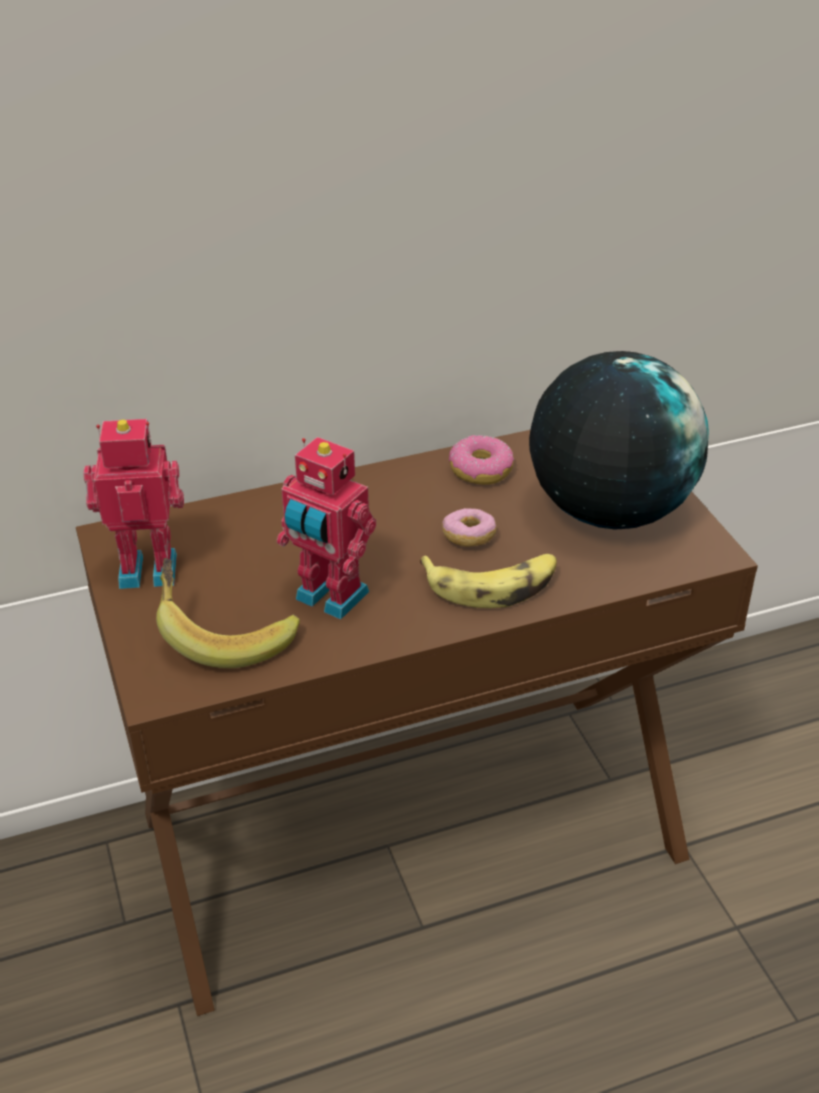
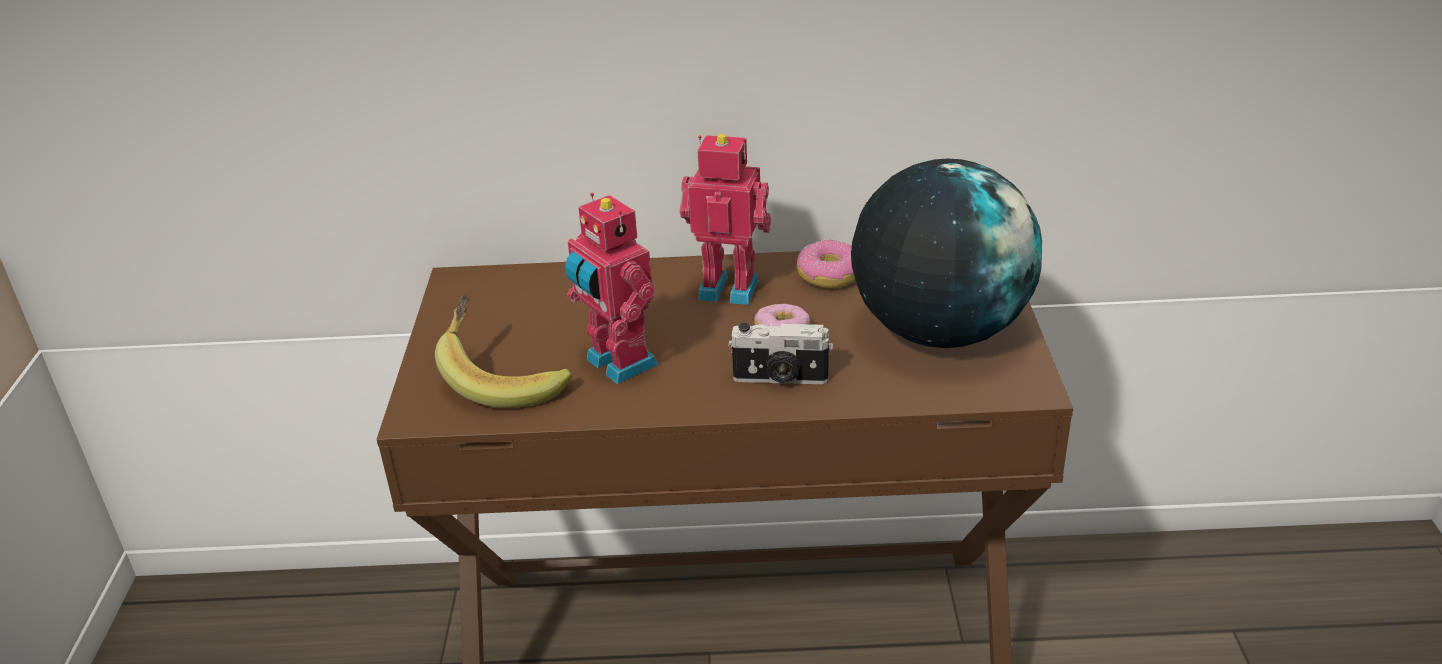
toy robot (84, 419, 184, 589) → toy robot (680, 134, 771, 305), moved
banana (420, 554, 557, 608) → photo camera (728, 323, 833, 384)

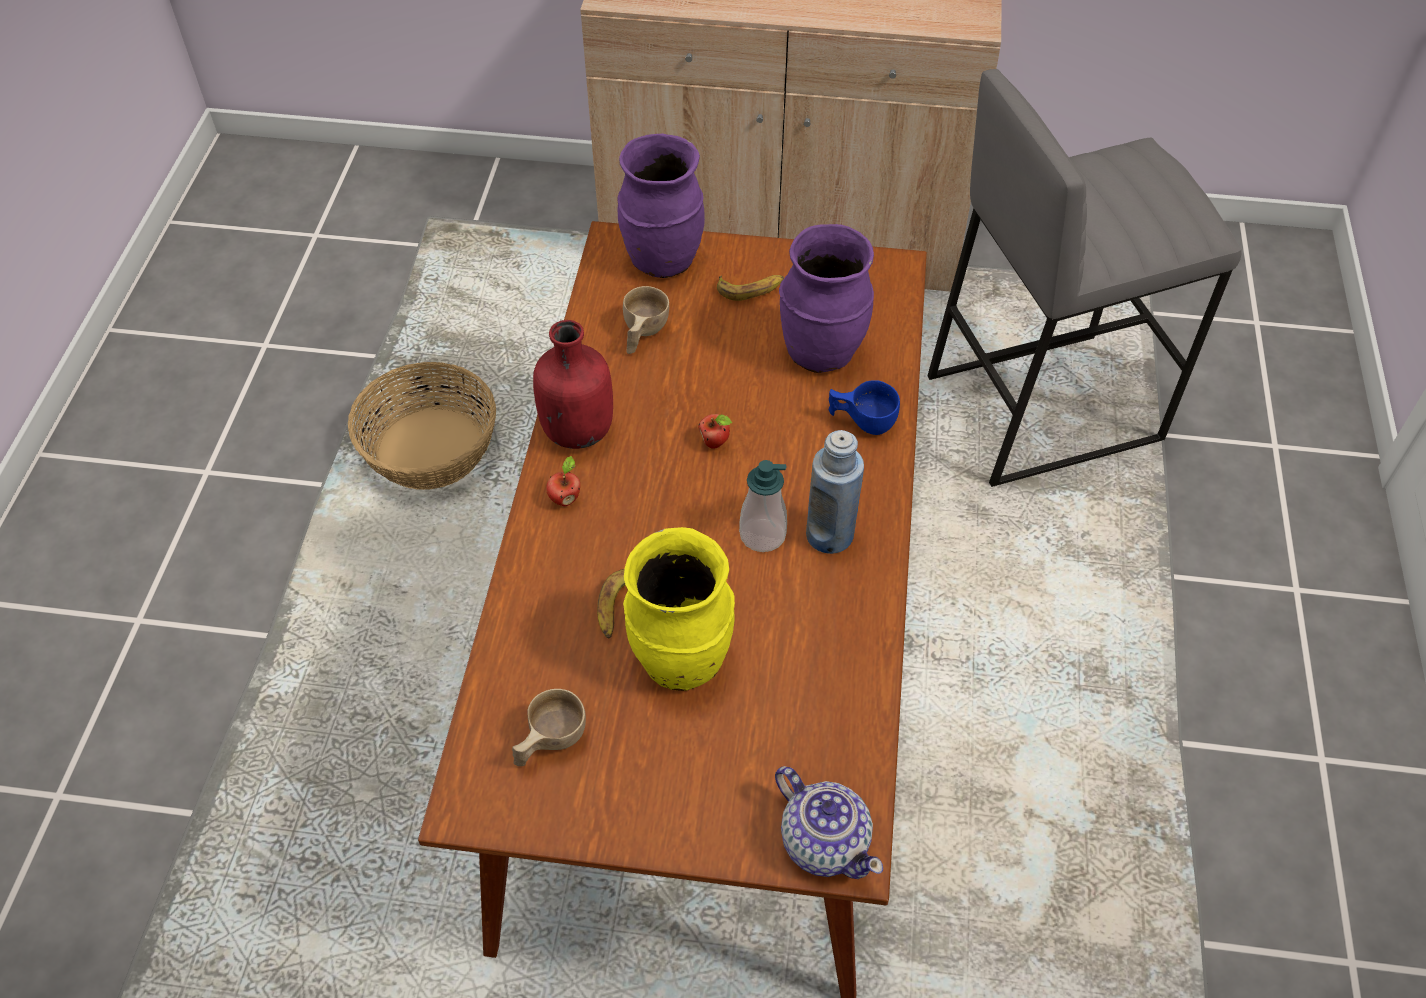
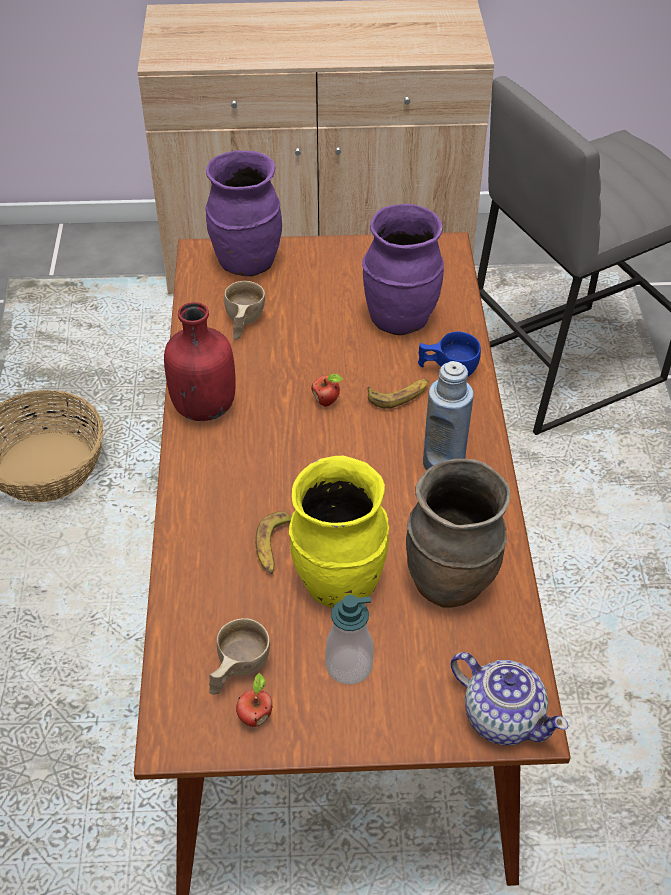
banana (717, 275, 784, 301) → banana (367, 379, 429, 409), moved
apple (546, 456, 580, 506) → apple (236, 672, 273, 727), moved
soap dispenser (739, 460, 787, 552) → soap dispenser (325, 595, 373, 685), moved
- → brown vase (406, 459, 511, 608)

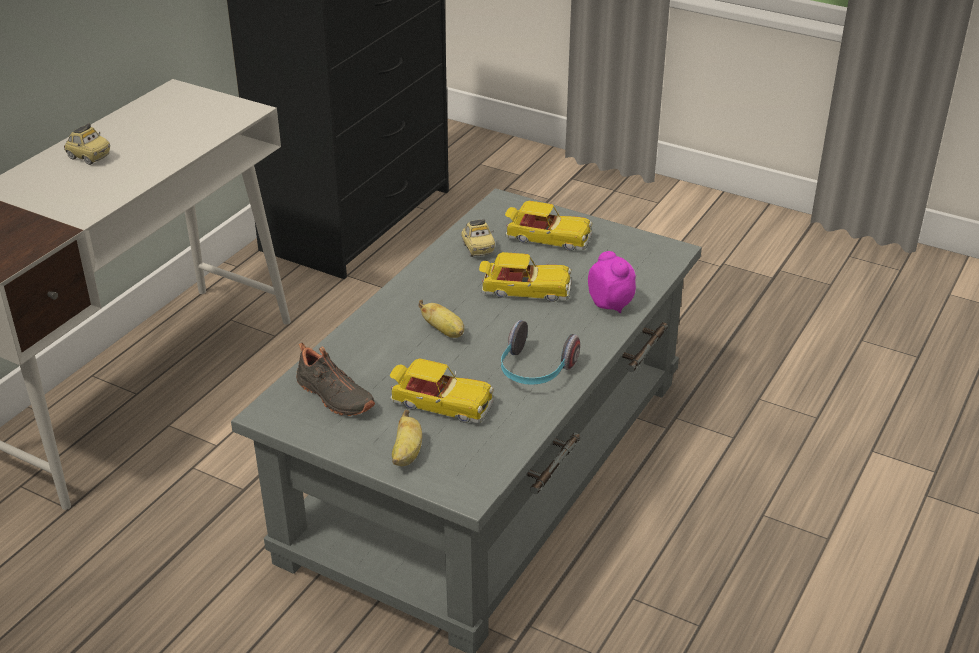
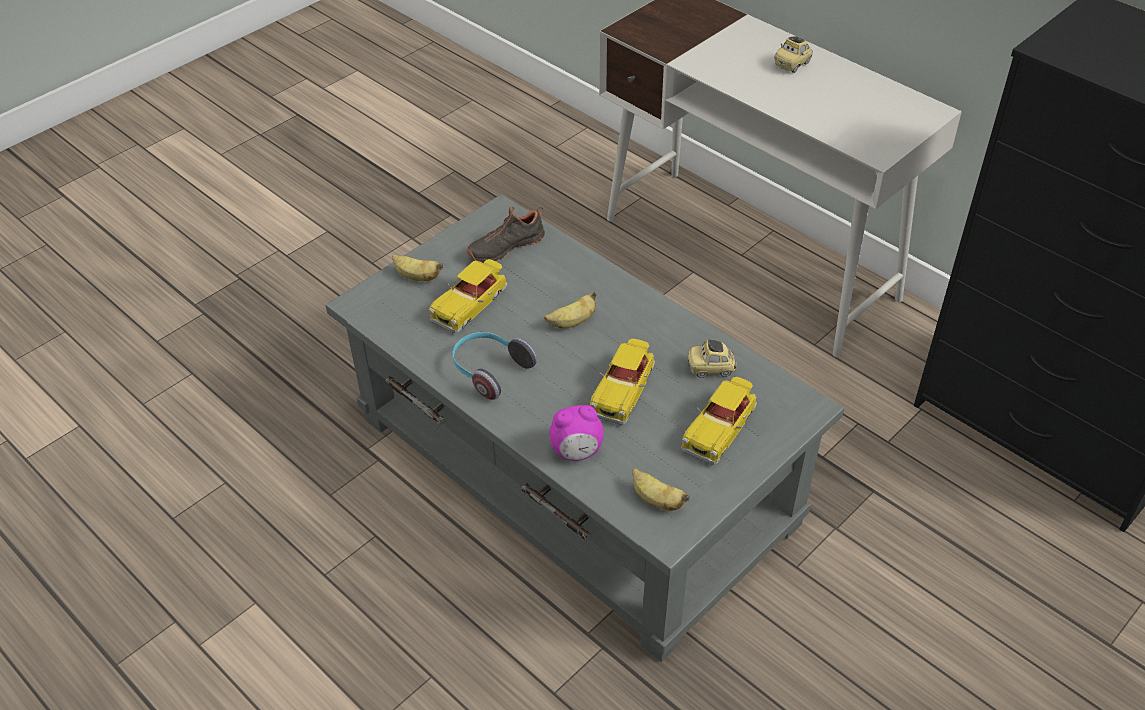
- → banana (632, 468, 690, 510)

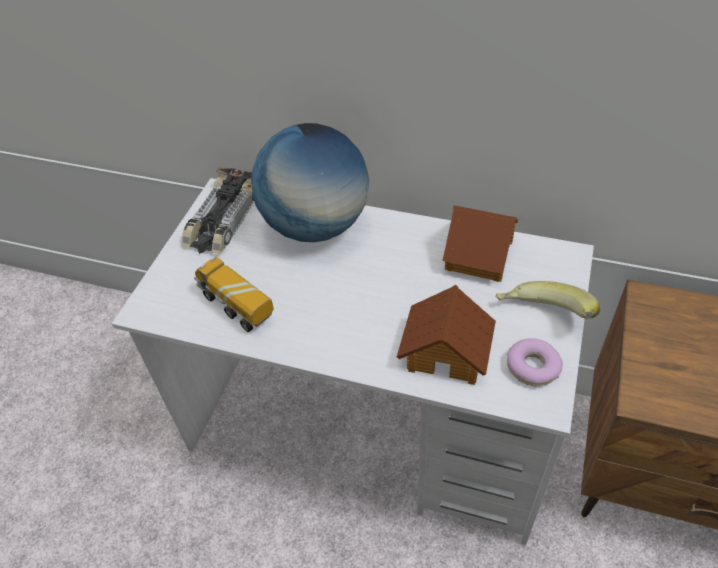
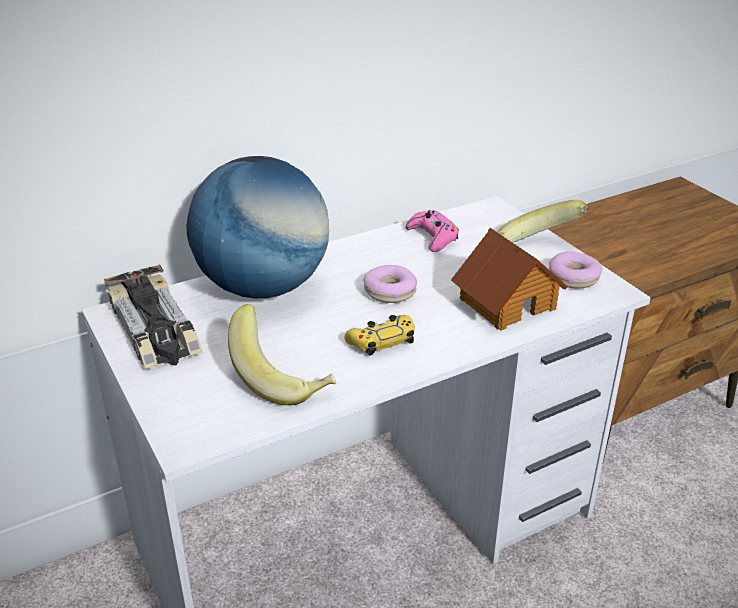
toy house (442, 205, 518, 282) → pink game controller (406, 210, 459, 252)
toy truck (194, 256, 274, 332) → banana (228, 304, 336, 405)
- → donut (363, 265, 417, 303)
- → yellow game controller (344, 315, 415, 355)

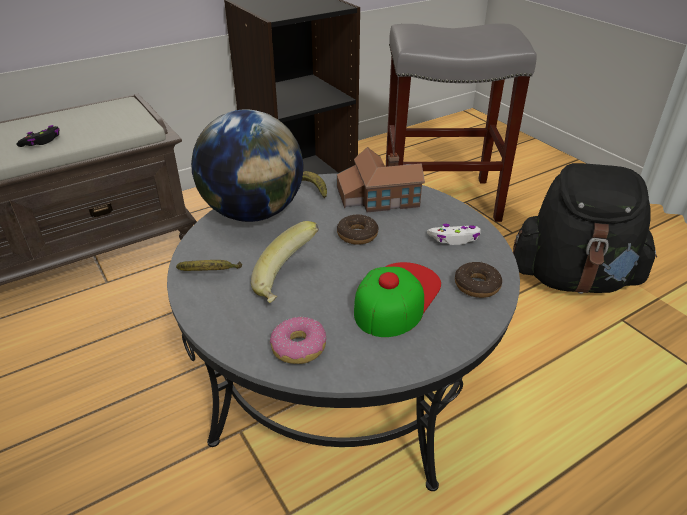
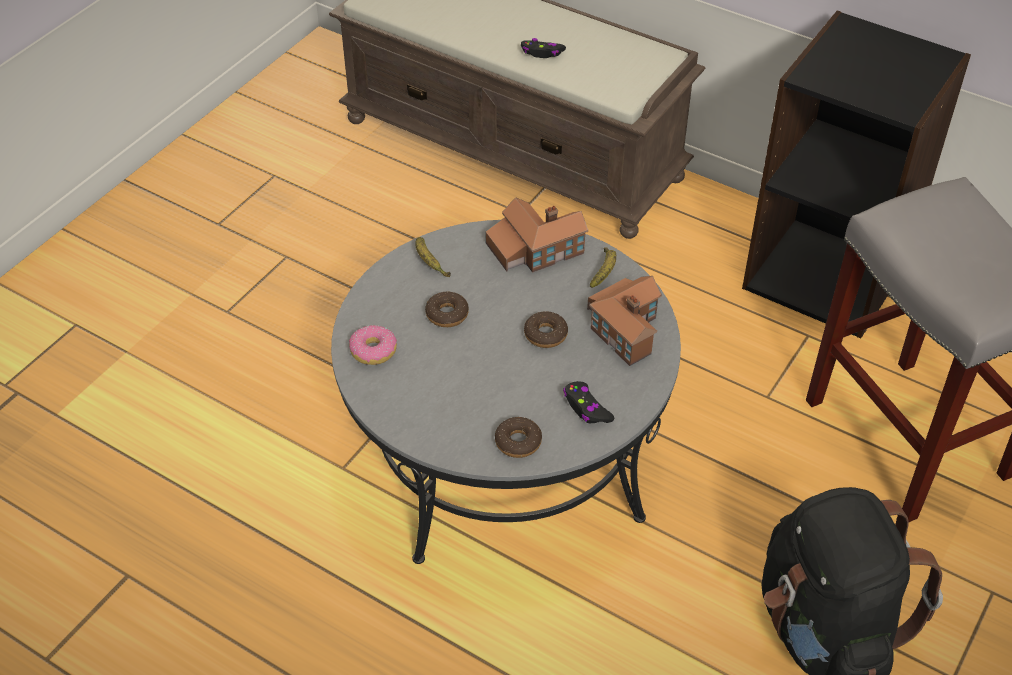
globe (191, 109, 304, 222) → toy house (485, 197, 588, 273)
banana (251, 221, 319, 303) → donut (425, 292, 469, 327)
white game controller (427, 224, 481, 245) → black game controller (563, 381, 614, 423)
cap (354, 262, 441, 337) → -

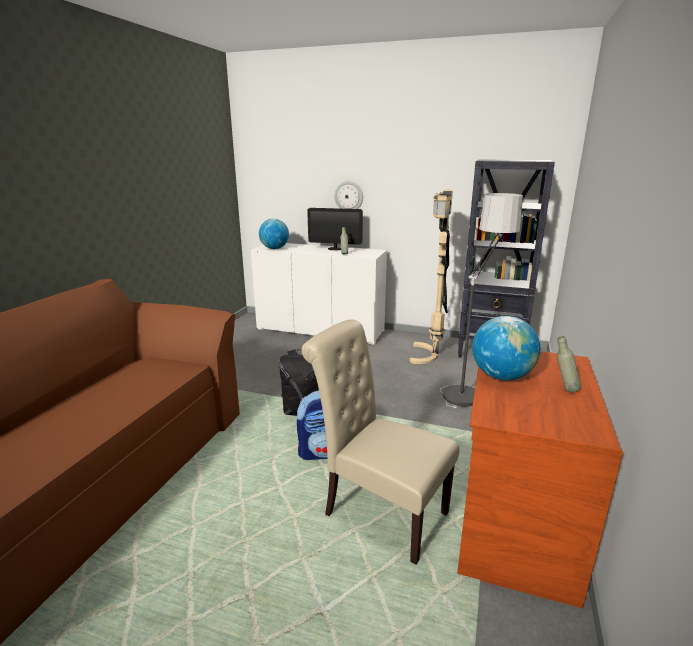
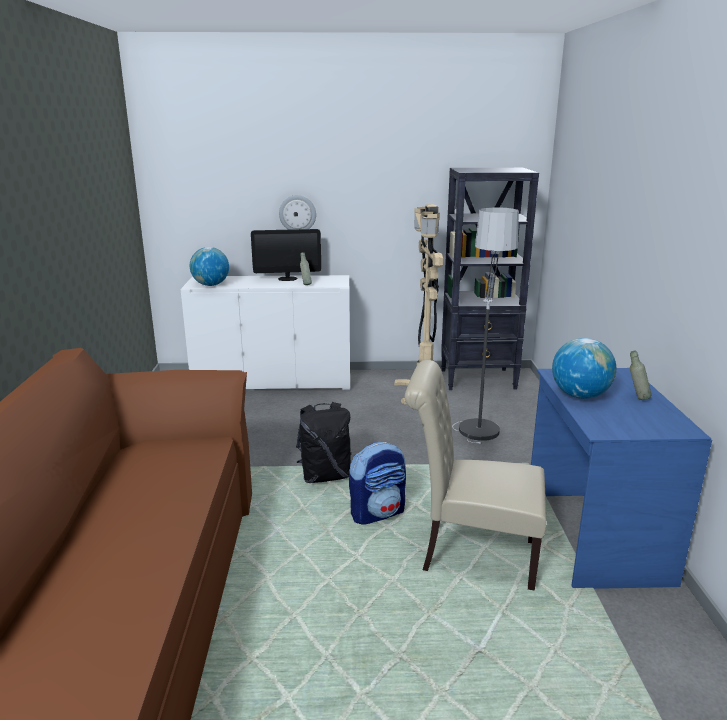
brown desk (457, 351, 623, 608) → blue desk (531, 368, 712, 589)

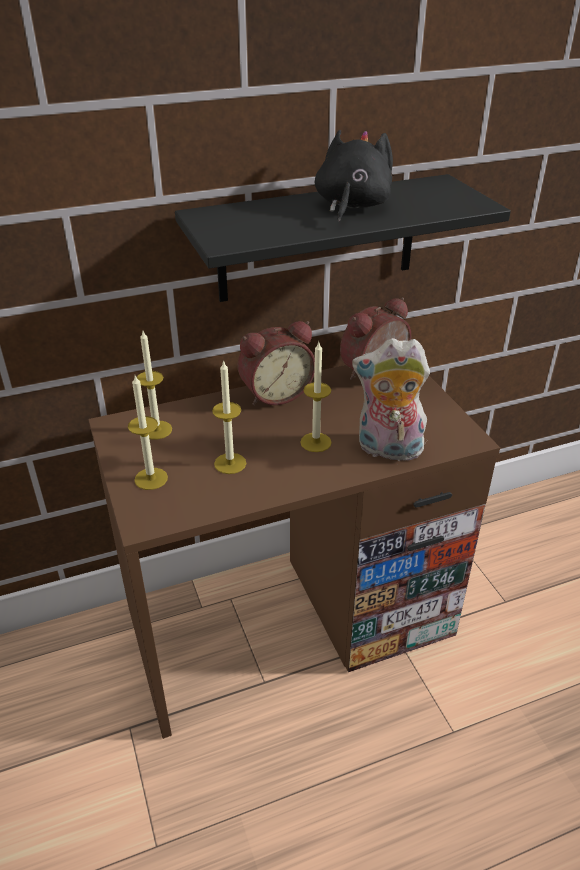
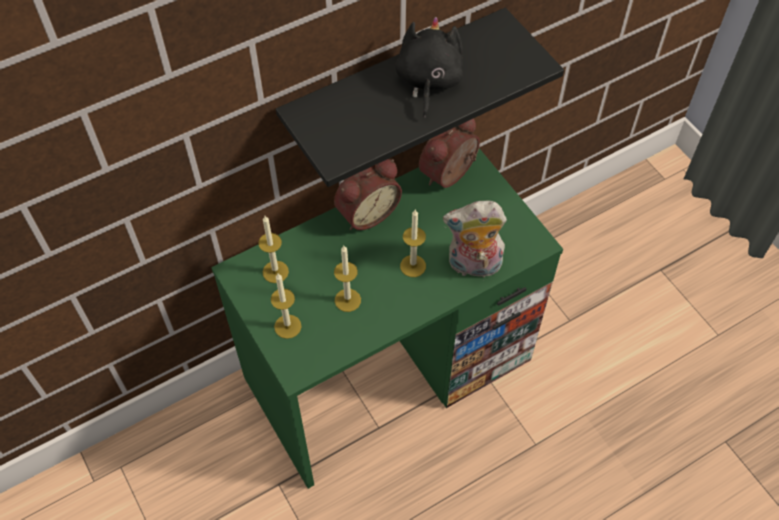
brown desk (88, 365, 500, 739) → green desk (211, 148, 563, 489)

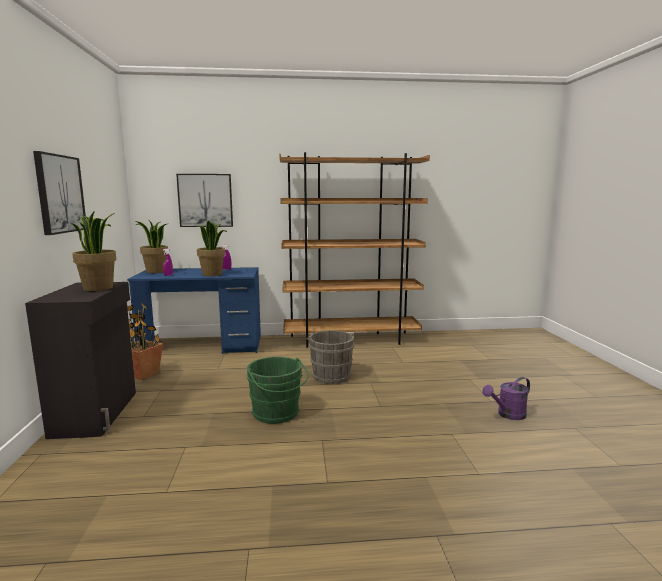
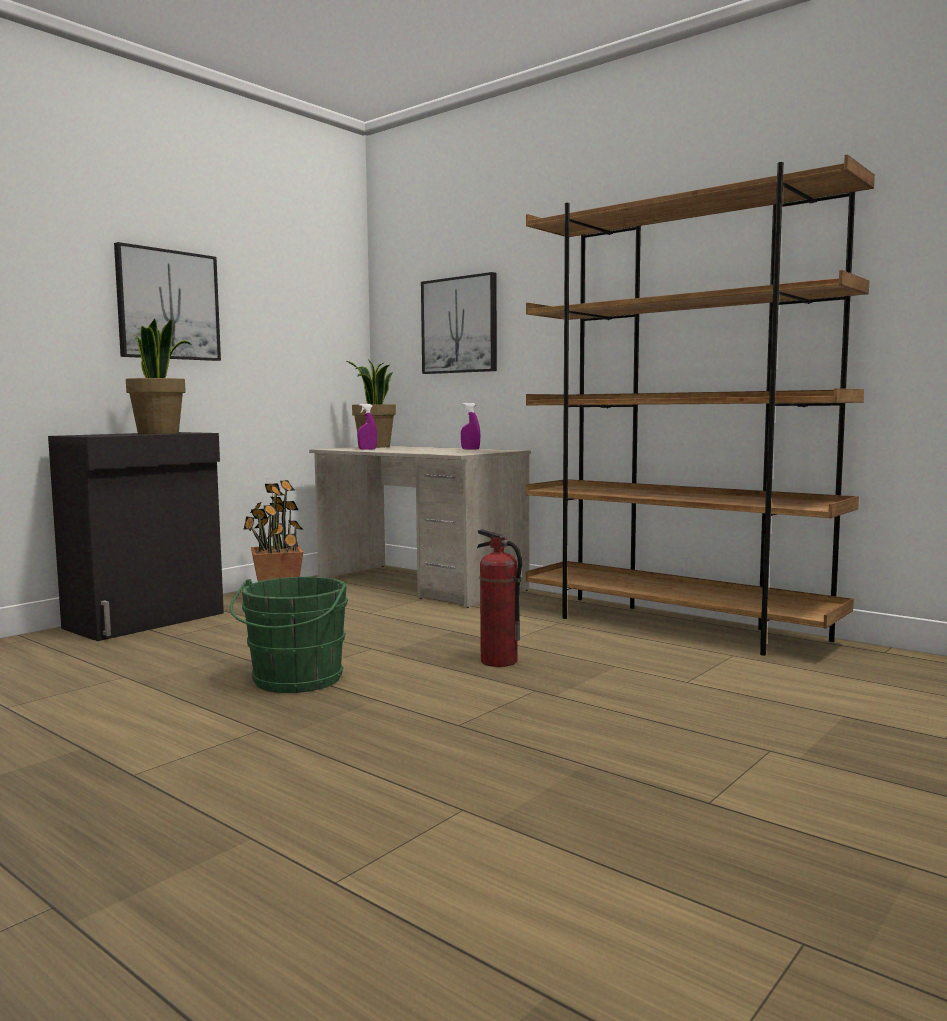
potted plant (197, 220, 227, 276) → -
blue desk (127, 267, 261, 354) → beige desk (309, 446, 531, 608)
grey bucket (306, 331, 355, 384) → fire extinguisher (477, 529, 522, 667)
purple watering can (482, 377, 530, 420) → -

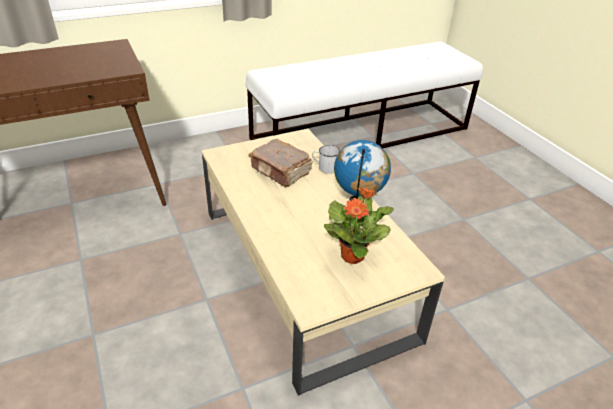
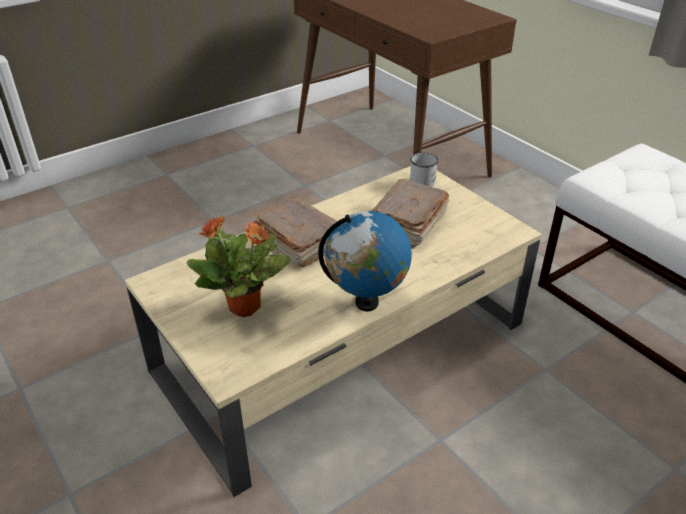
white mug (312, 145, 340, 174) → white mug (410, 153, 439, 188), moved
- → brown book (254, 197, 337, 267)

